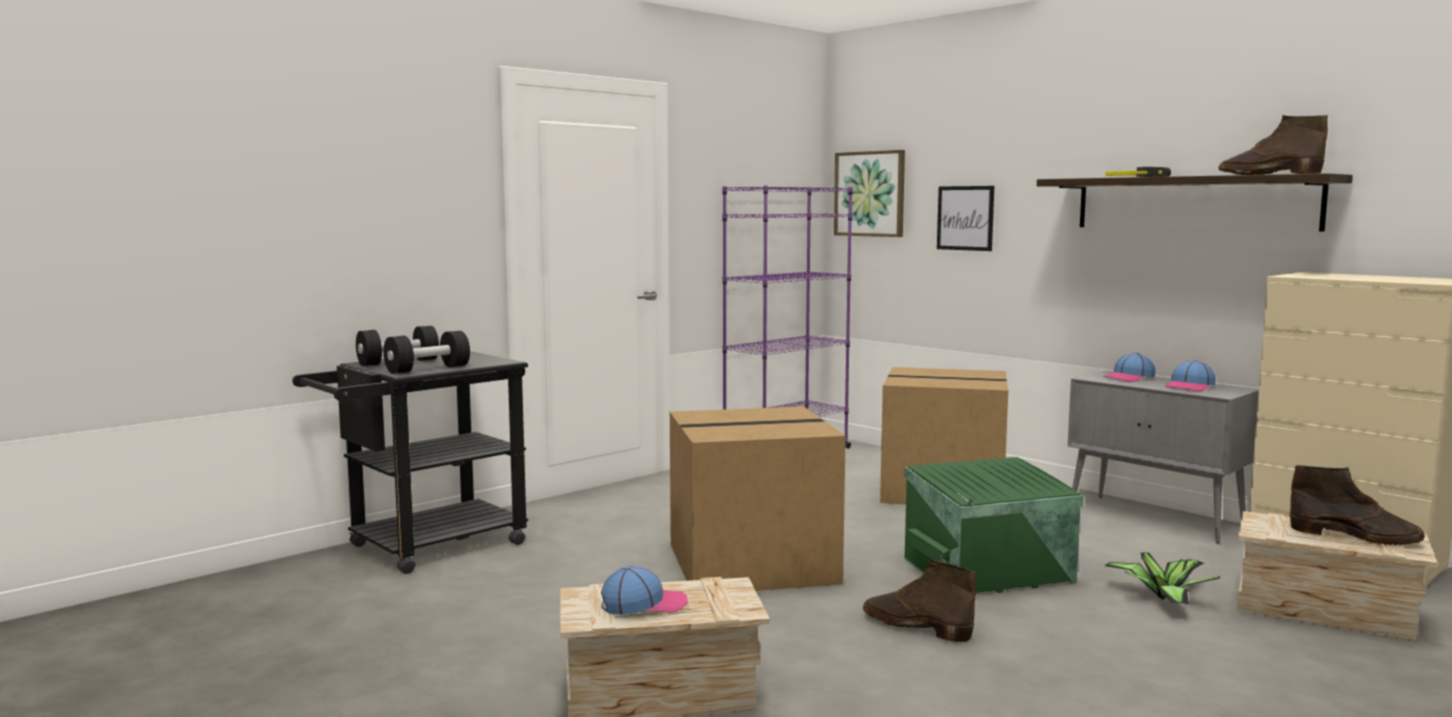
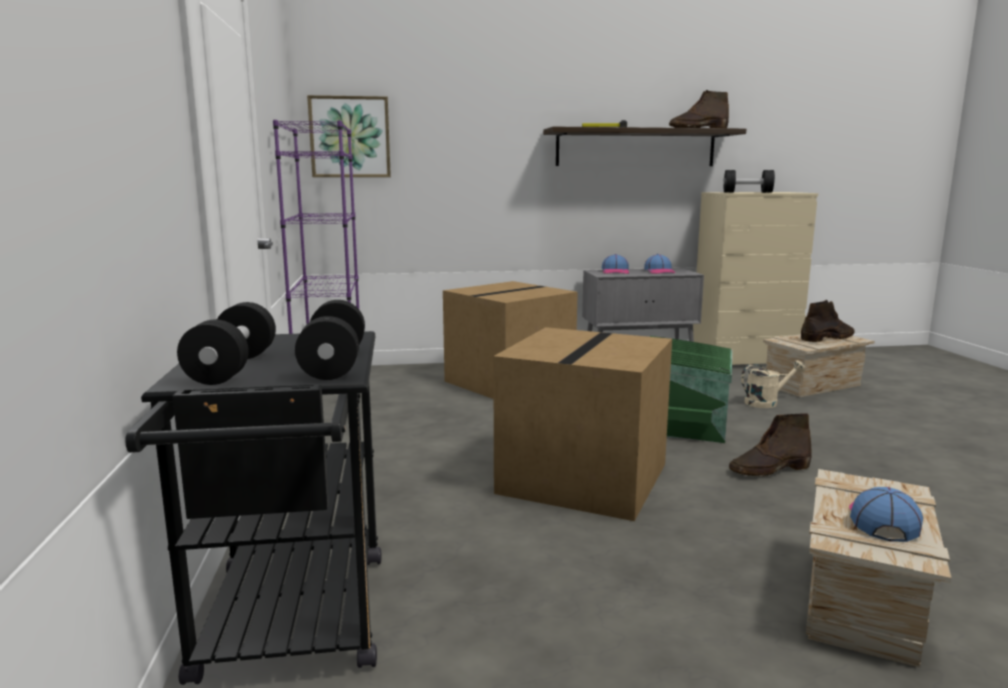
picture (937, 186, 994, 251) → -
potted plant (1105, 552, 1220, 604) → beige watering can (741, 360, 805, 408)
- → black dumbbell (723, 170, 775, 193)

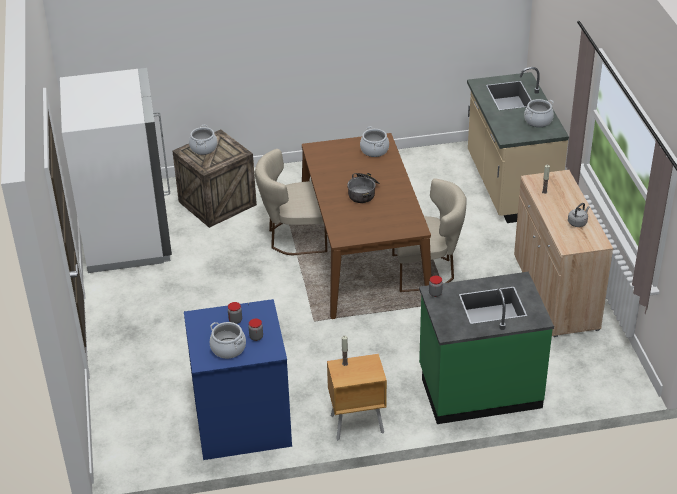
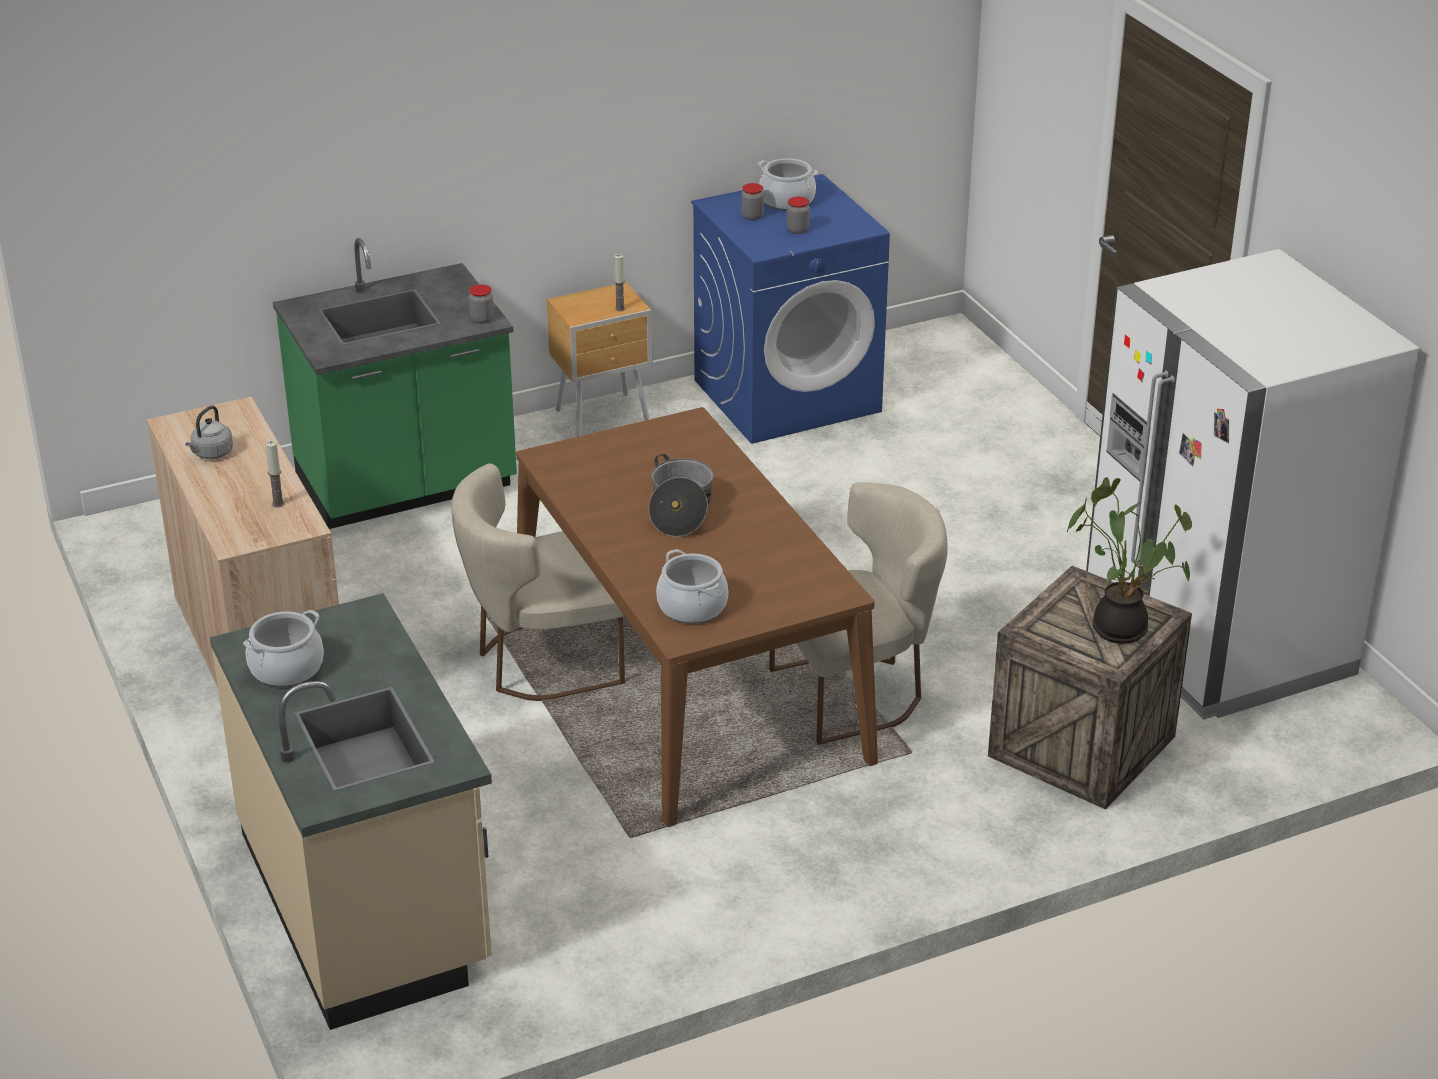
cooking pot (189, 125, 217, 155) → potted plant (1067, 477, 1192, 644)

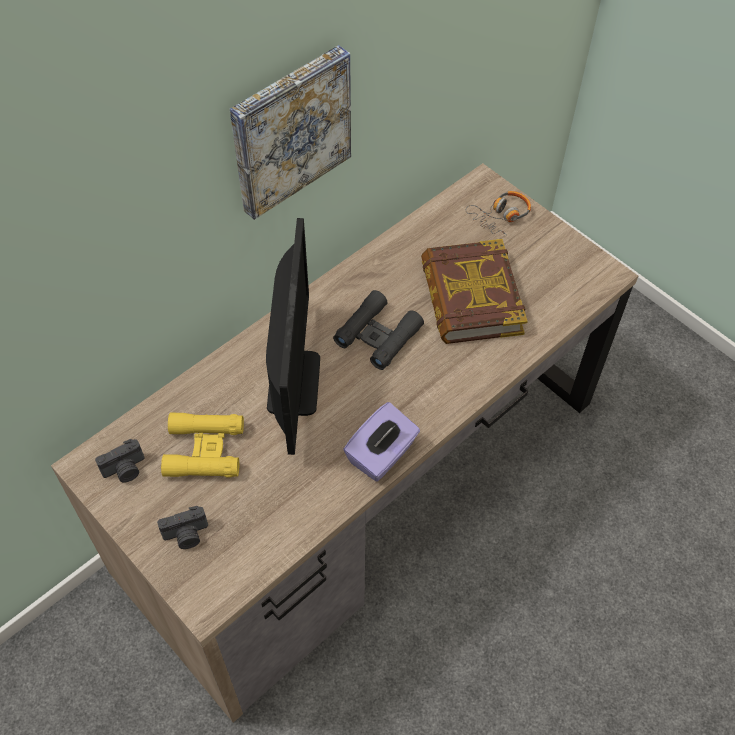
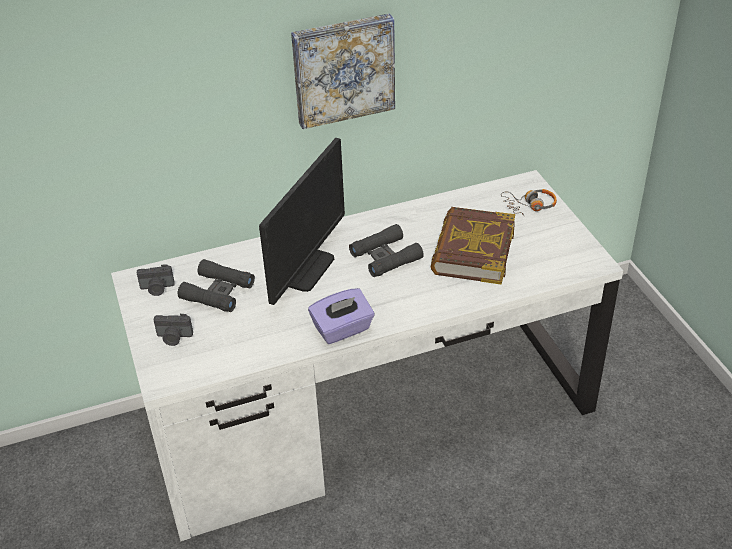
brown desk (51, 163, 638, 723) → white desk (111, 170, 623, 541)
yellow binoculars (161, 412, 244, 478) → black binoculars (178, 259, 255, 312)

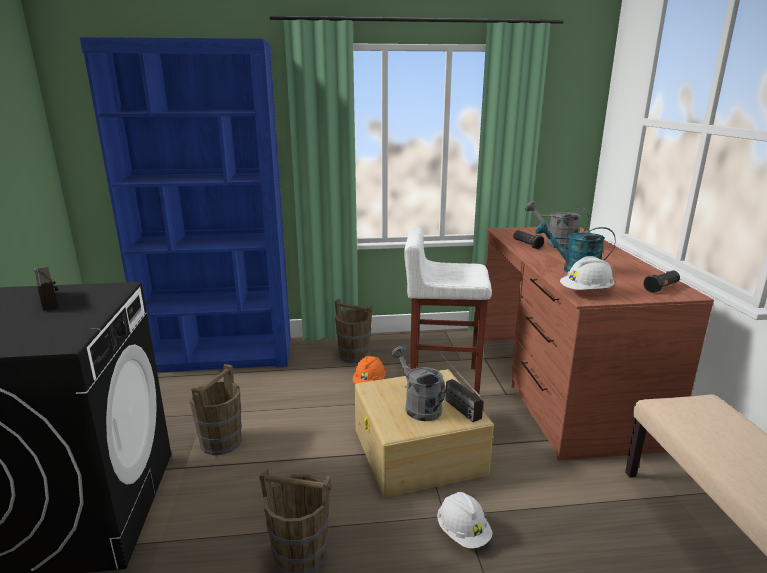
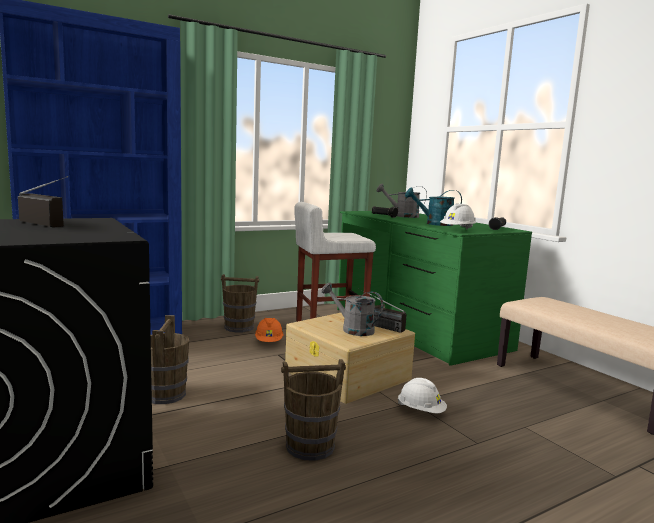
brown desk (484, 227, 714, 461) → green desk (337, 211, 532, 366)

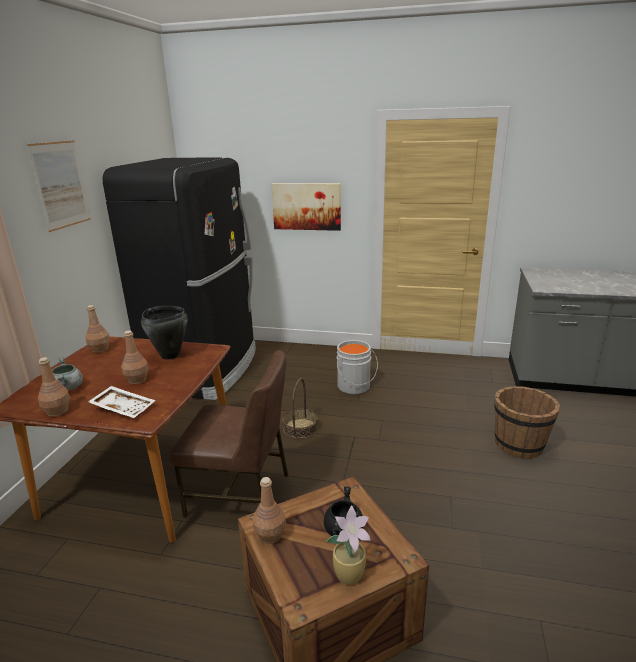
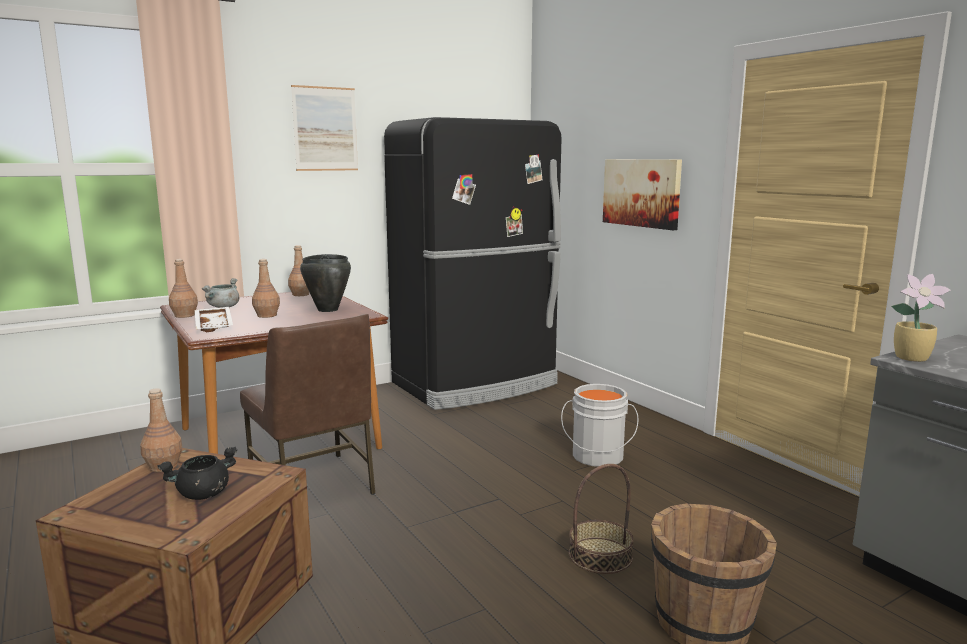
basket (282, 378, 318, 439) → basket (569, 464, 634, 574), moved
potted plant (326, 505, 371, 585) → potted plant (891, 274, 951, 362), moved

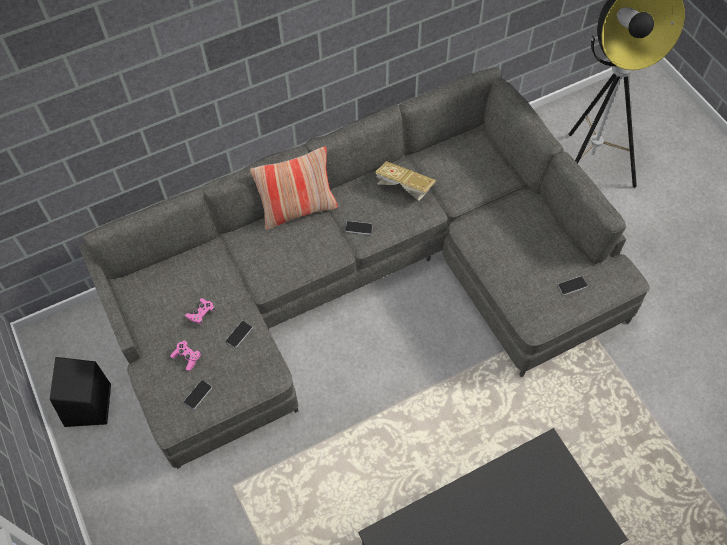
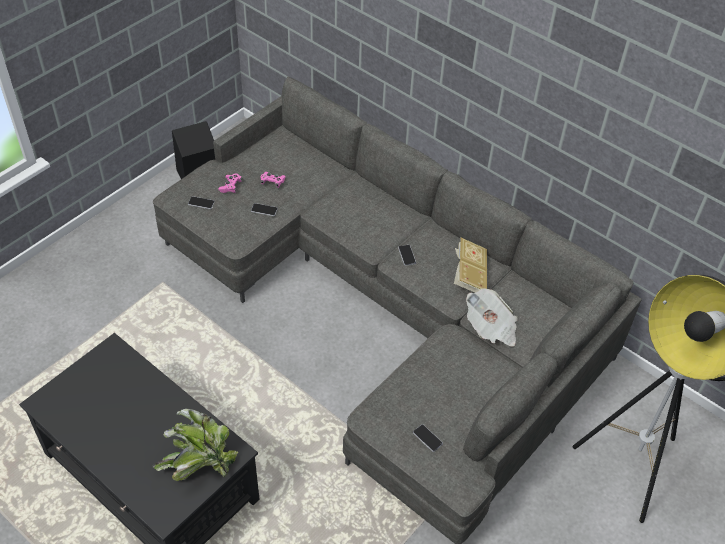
pillow (250, 146, 338, 230) → -
- → newspaper (466, 288, 518, 347)
- → potted plant (152, 409, 238, 481)

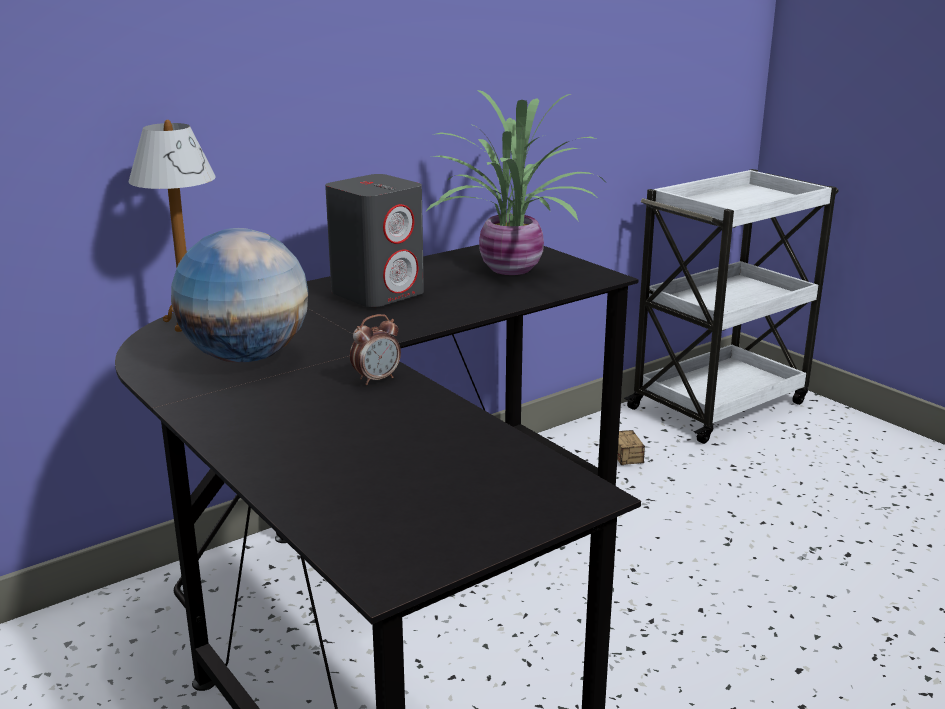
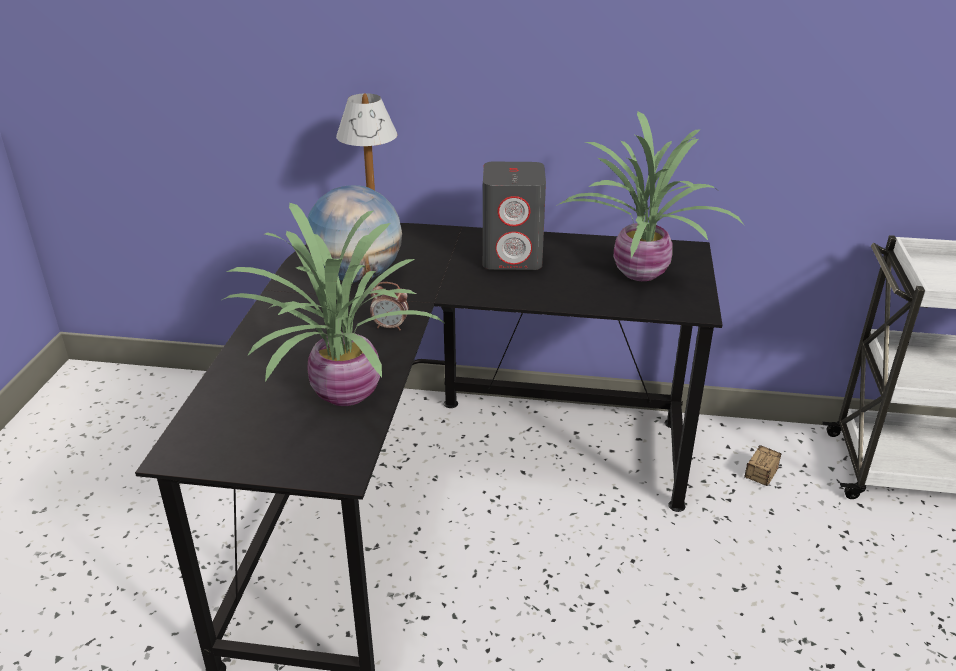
- → potted plant (222, 203, 446, 406)

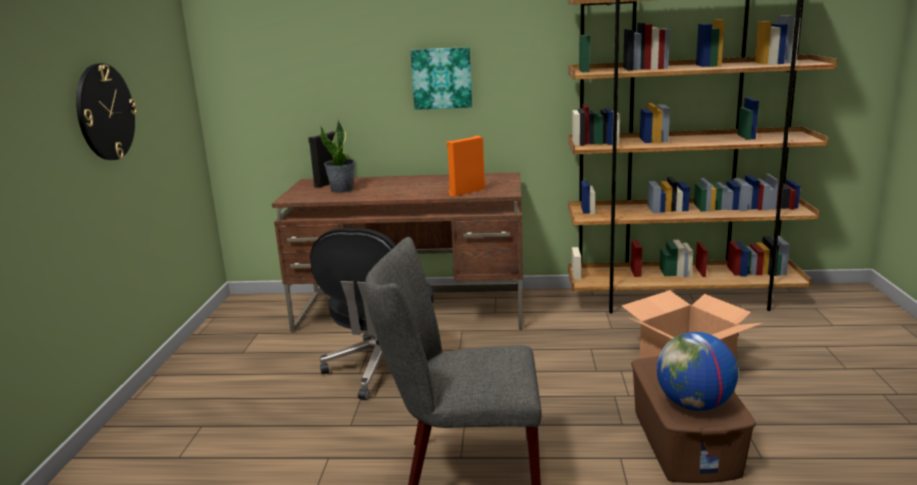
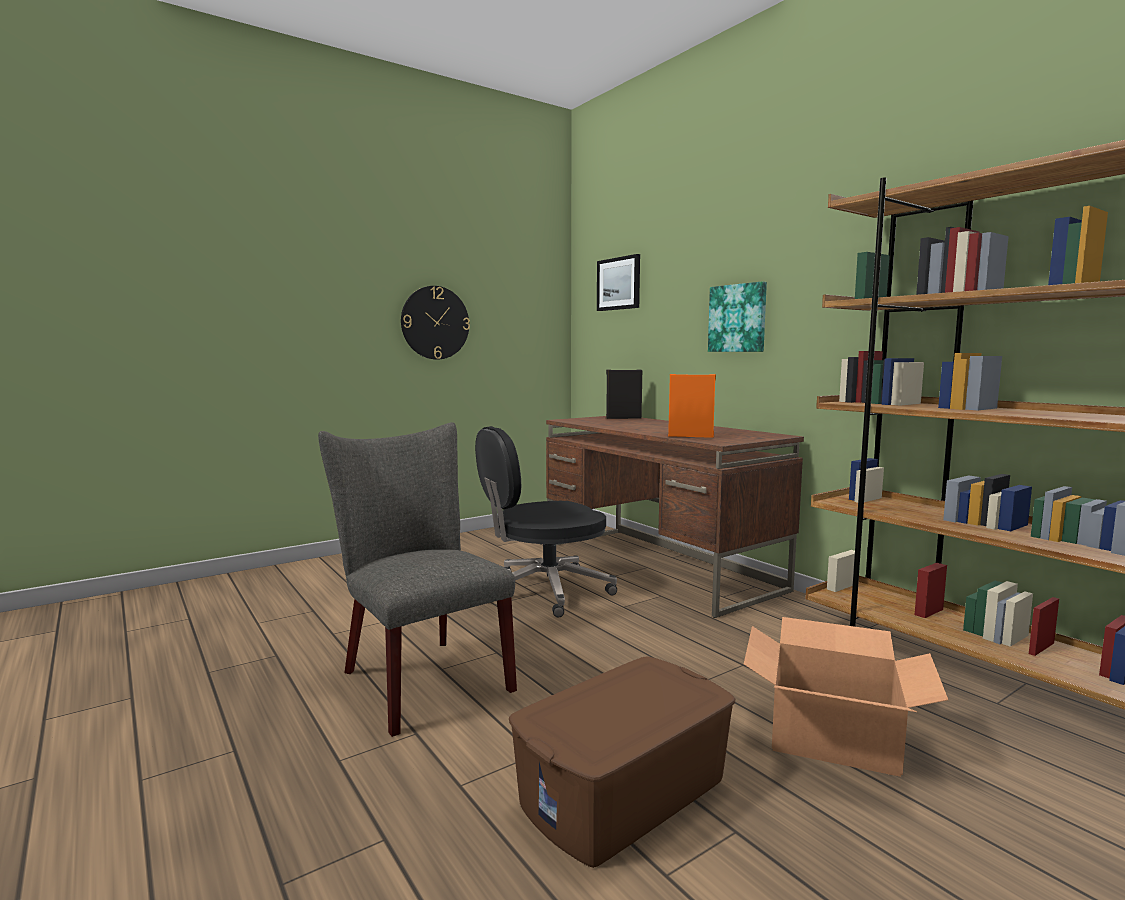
potted plant (320, 120, 355, 193) → -
globe (657, 332, 738, 411) → -
- → picture (597, 254, 640, 311)

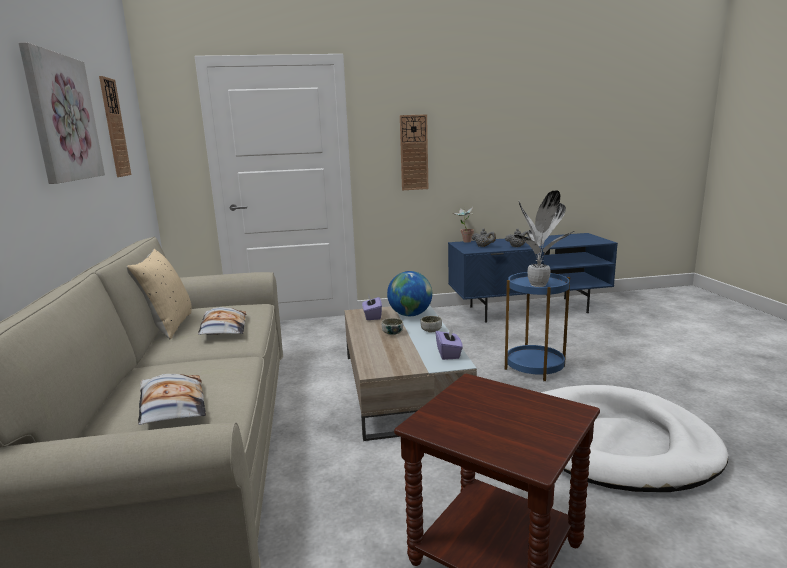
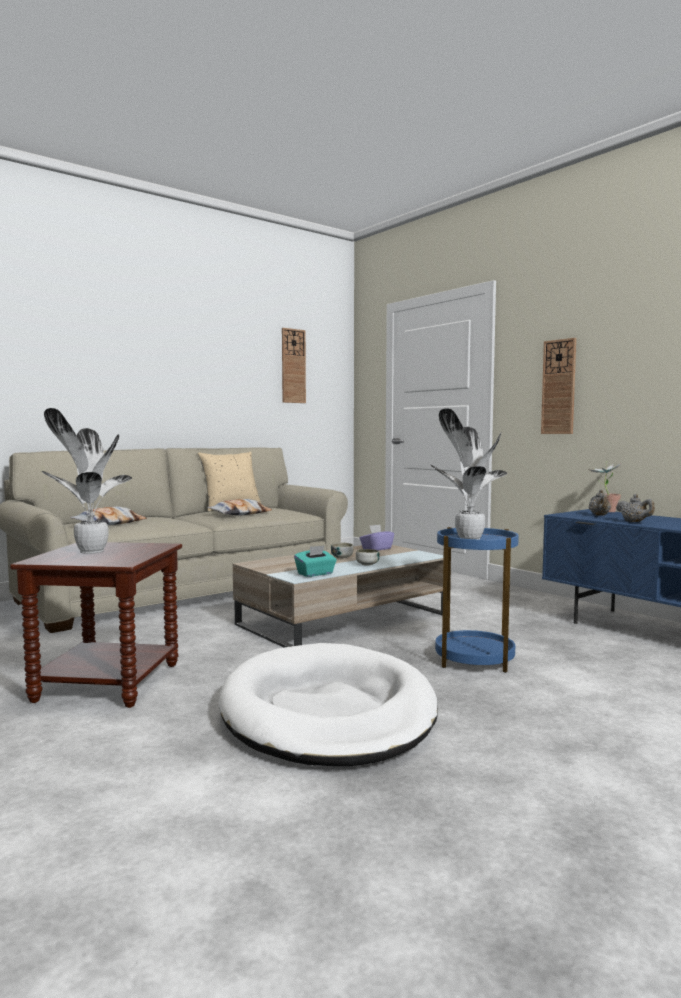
picture (19, 42, 105, 184) → -
globe (387, 271, 432, 316) → -
purple tissue box (436, 326, 463, 360) → turquoise tissue box (294, 545, 337, 577)
- → potted plant (41, 408, 132, 554)

